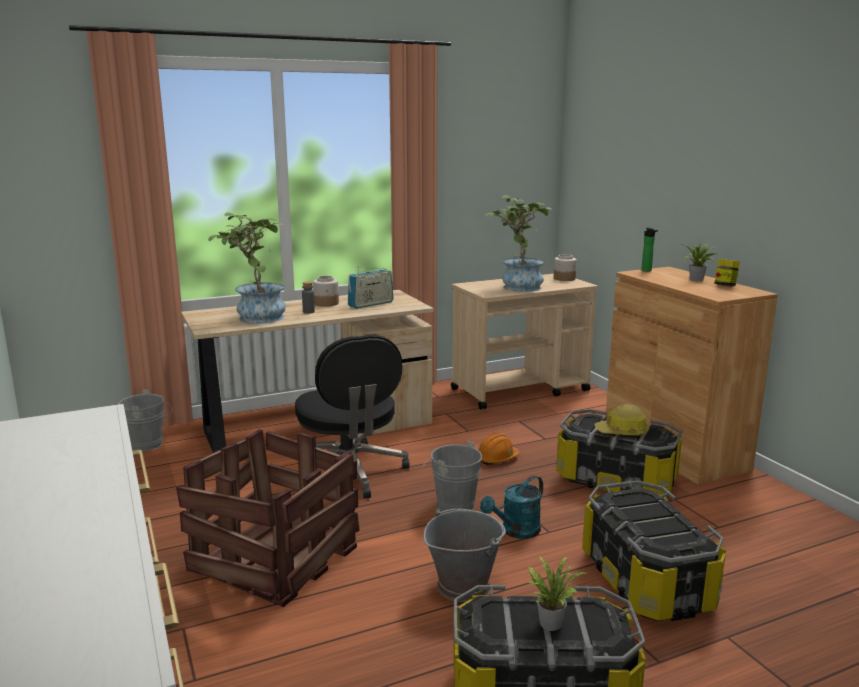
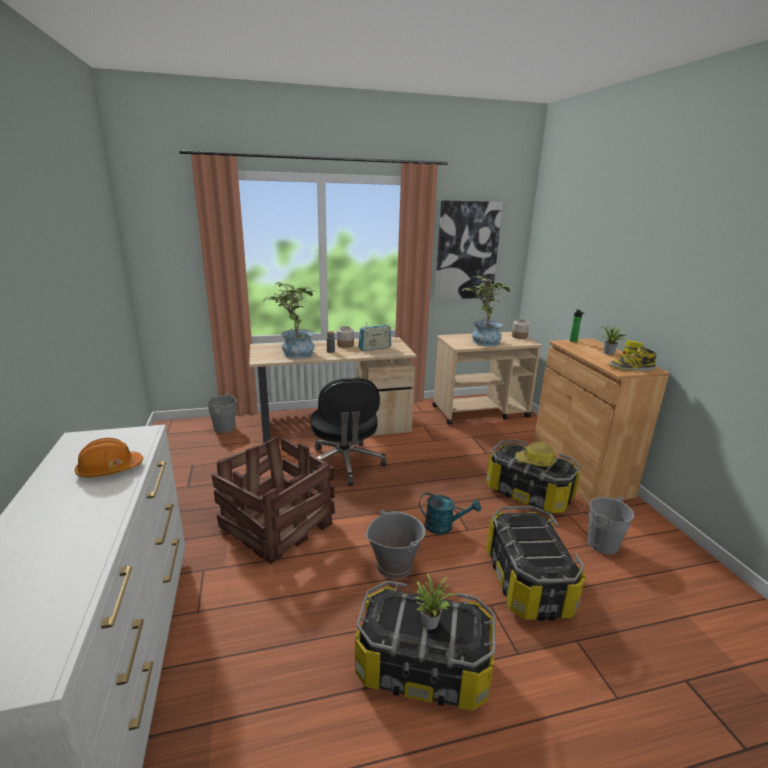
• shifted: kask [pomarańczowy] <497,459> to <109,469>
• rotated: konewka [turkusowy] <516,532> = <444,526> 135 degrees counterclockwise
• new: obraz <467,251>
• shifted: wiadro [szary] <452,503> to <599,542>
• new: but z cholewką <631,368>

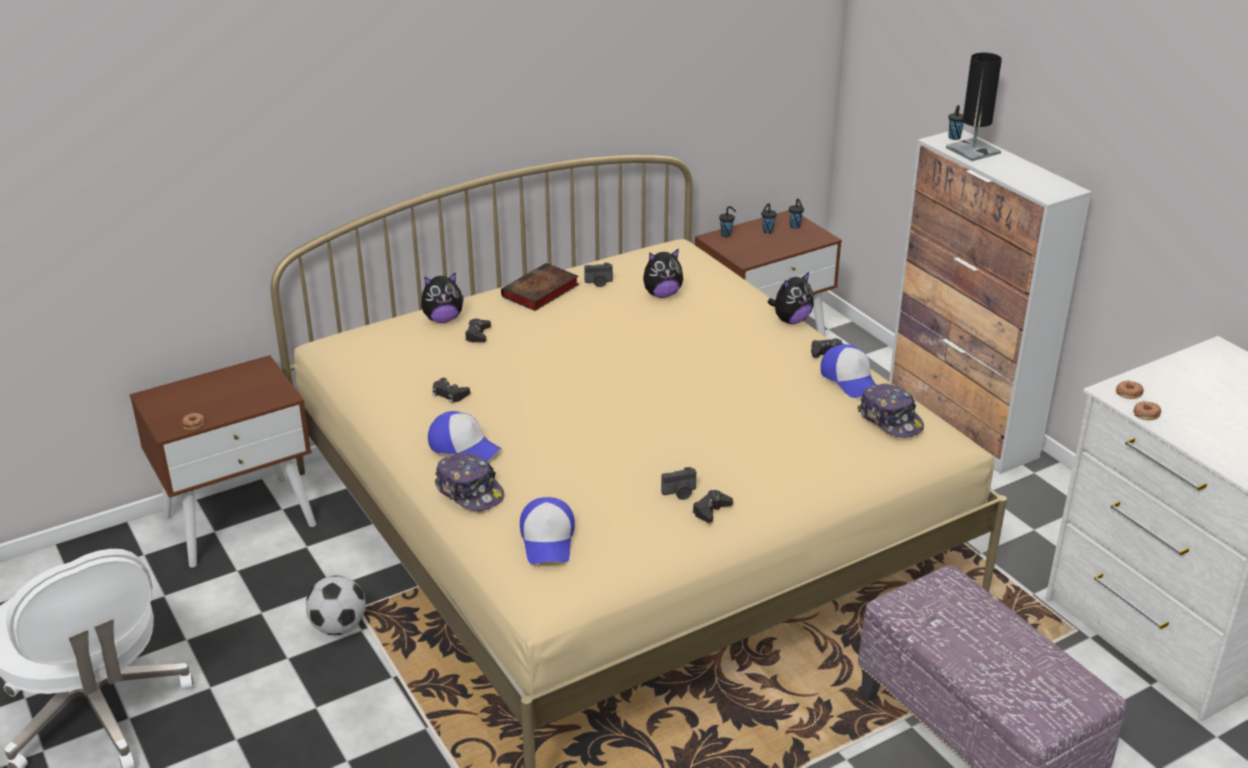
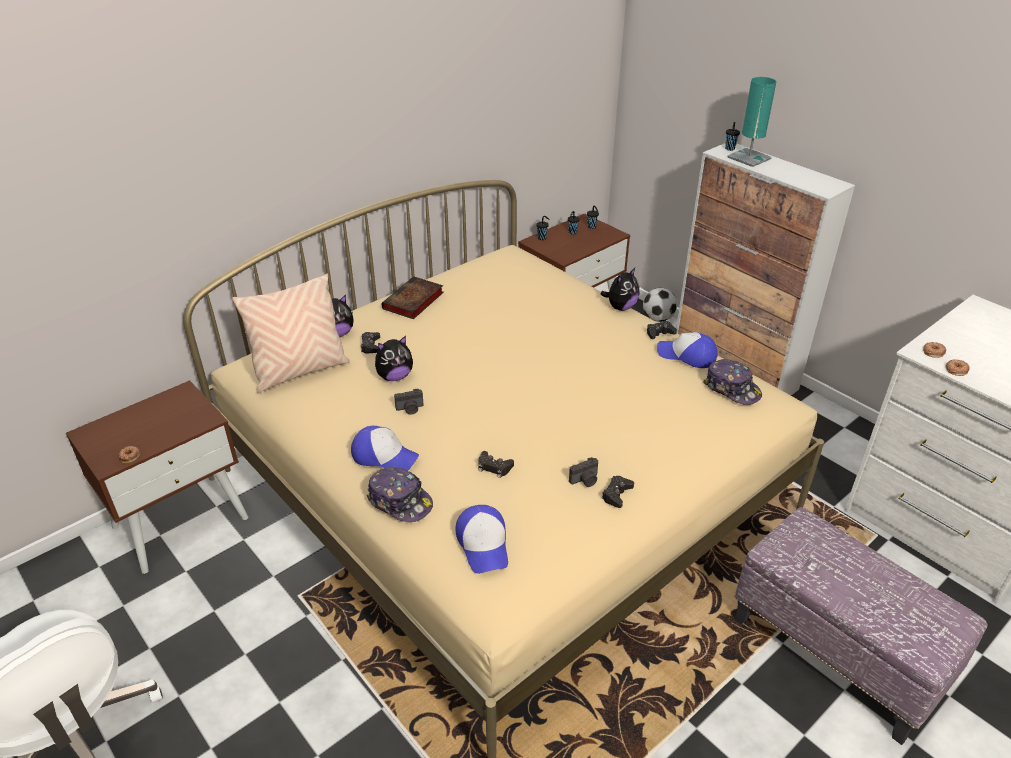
• new: poduszka [beżowy] <300,371>
• shifted: pluszak <662,294> to <394,376>
• shifted: aparat fotograficzny <599,283> to <410,409>
• shifted: pad do gier [czarny] <450,394> to <494,467>
• shifted: piłka futbolowa <339,627> to <658,318>
• rotated: czapka z daszkiem <850,379> = <687,355> 150 degrees clockwise
• repainted: lampa stołowa [czarny] <973,150> to lampa stołowa [turkusowy] <749,158>

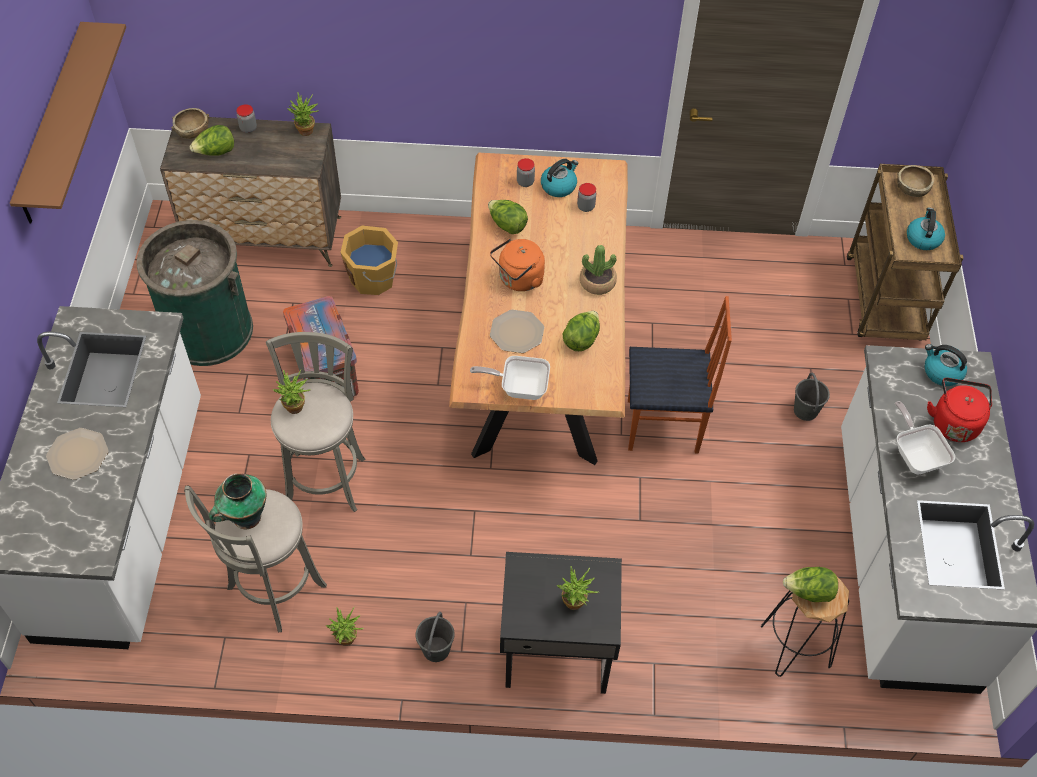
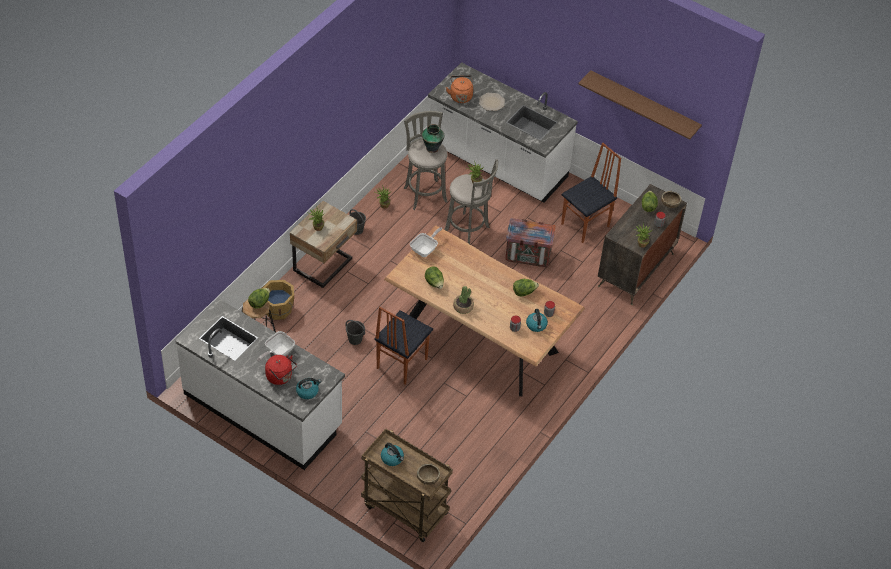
• rotated: patelnia <916,455> = <277,352> 120 degrees clockwise
• shifted: wiadro [pomarańczowy] <374,278> to <278,310>
• repainted: szafka nocna [czarny] <556,650> to szafka nocna [beżowy] <324,266>
• shifted: wiadro [szary] <805,411> to <355,339>
• shifted: czajnik [pomarańczowy] <518,280> to <460,96>
• swapped: kosz na śmieci [zielony] <208,330> to krzesło <586,225>
• gone: talerz <517,332>

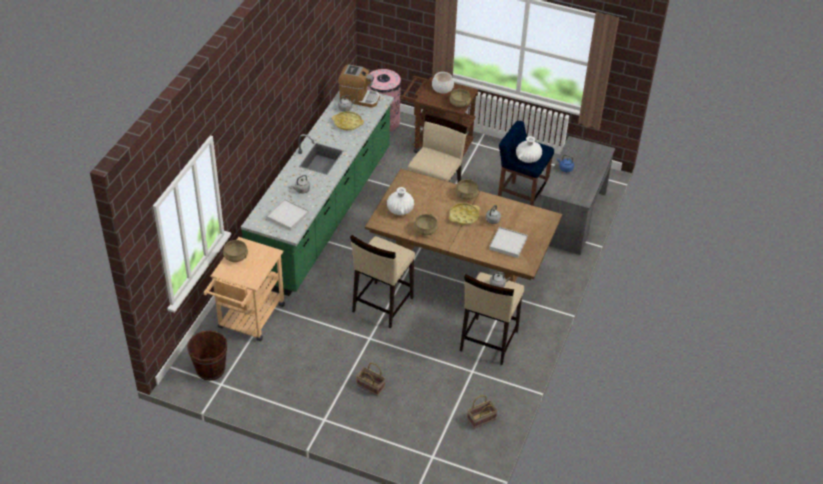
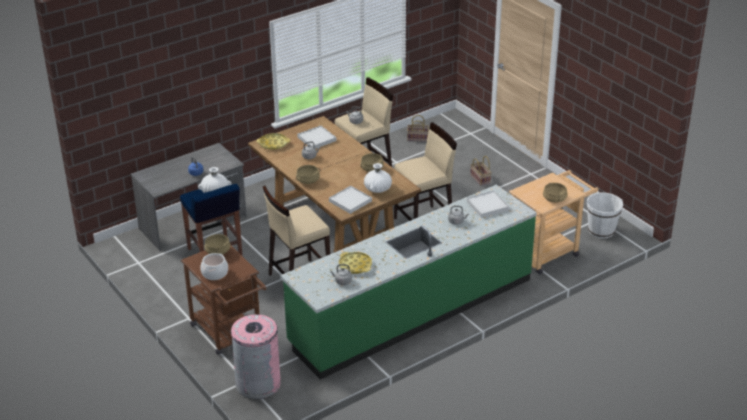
• shifted: taca [żółty] <463,216> to <273,144>
• new: taca [biały] <350,201>
• repainted: wiadro [brązowy] <210,369> to wiadro [biały] <601,230>
• gone: ekspres do kawy <359,98>

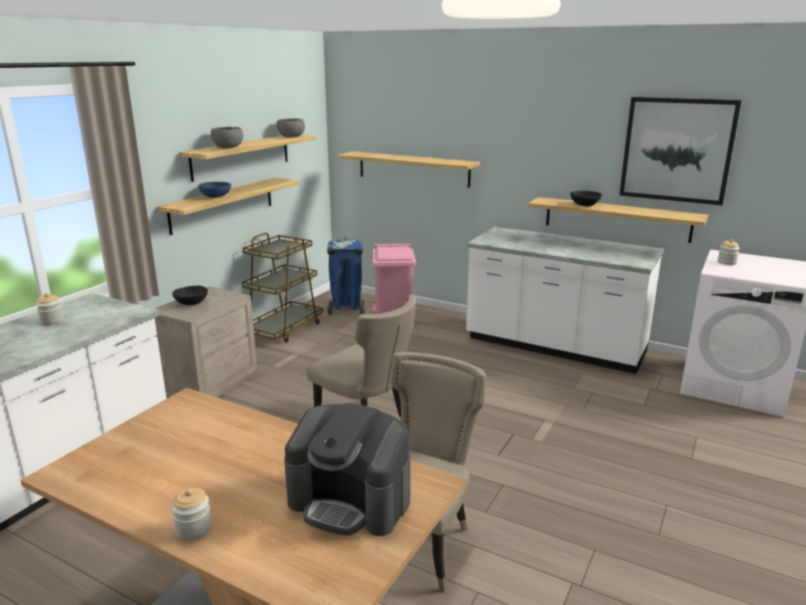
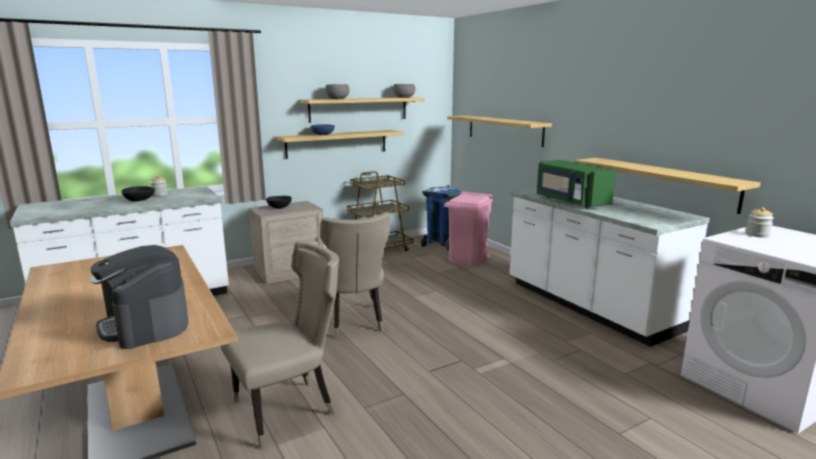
• shifted: miska [czarny] <585,205> to <139,200>
• new: mikrofalówka [zielony] <570,201>
• gone: słoik <193,529>
• gone: obraz <677,150>

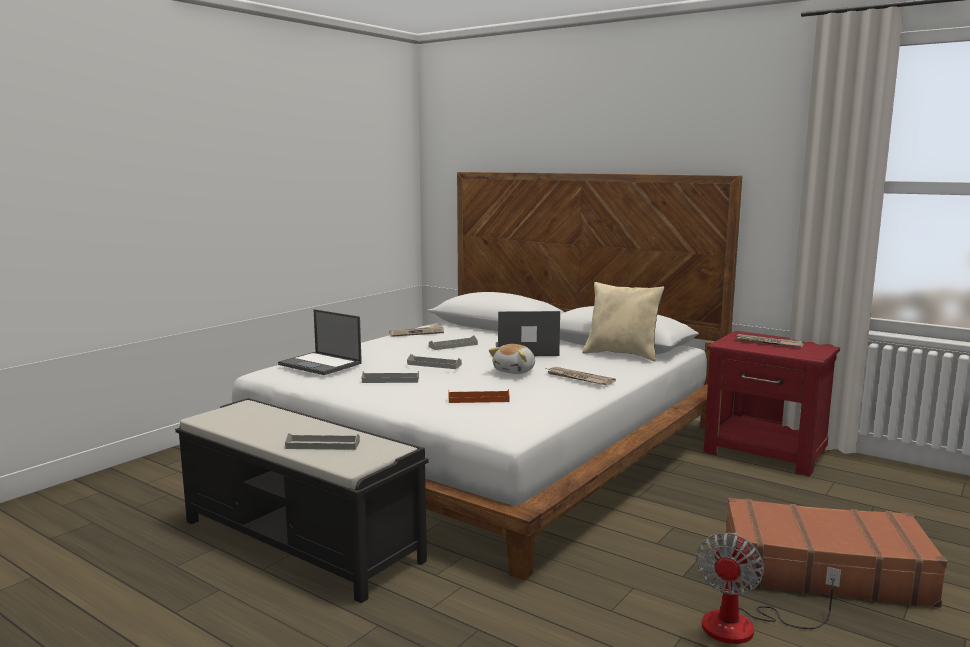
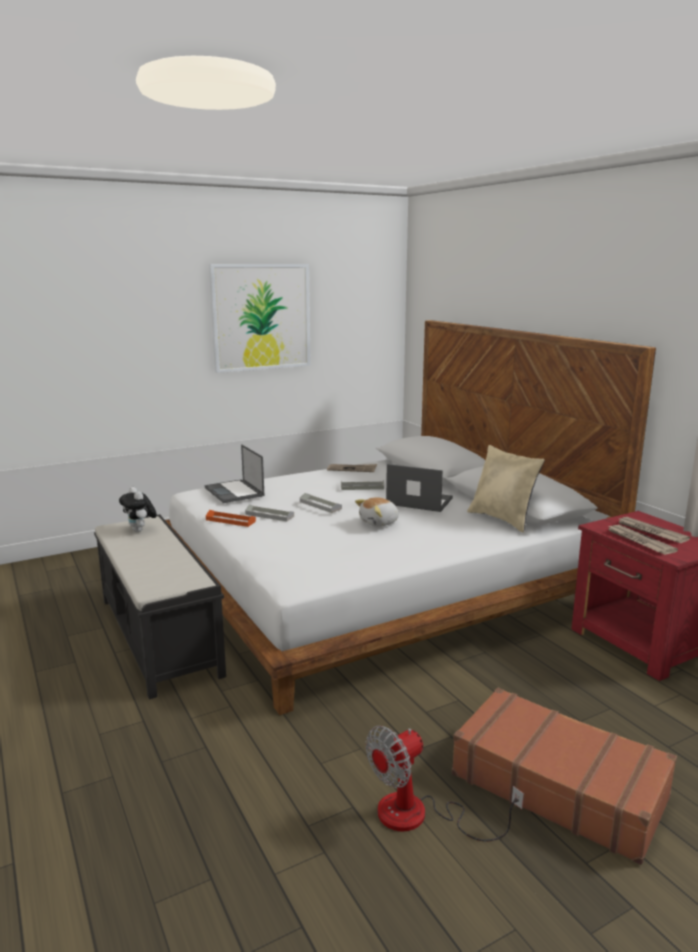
• new: pluszak <140,531>
• shifted: taca [pomarańczowy] <478,399> to <230,520>
• new: obraz <261,317>
• shifted: gazeta <579,378> to <639,541>
• gone: taca [szary] <323,445>

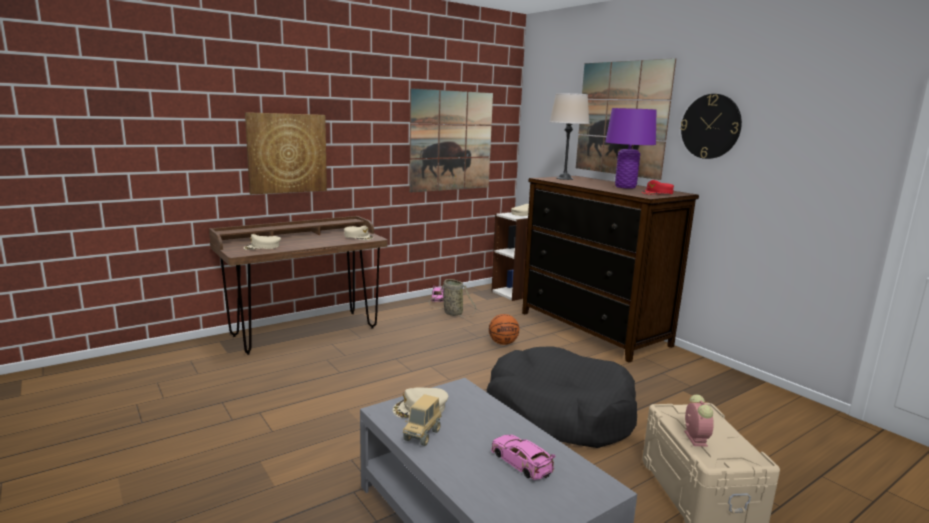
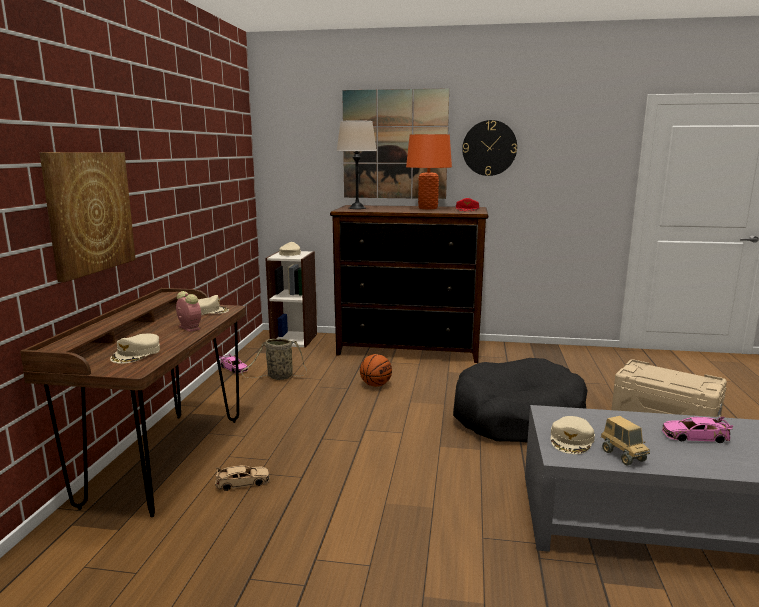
• shifted: budzik <694,438> to <188,328>
• new: samochodzik [beżowy] <242,482>
• repainted: lampa stołowa [fioletowy] <625,187> to lampa stołowa [pomarańczowy] <427,208>
• gone: obraz <451,141>

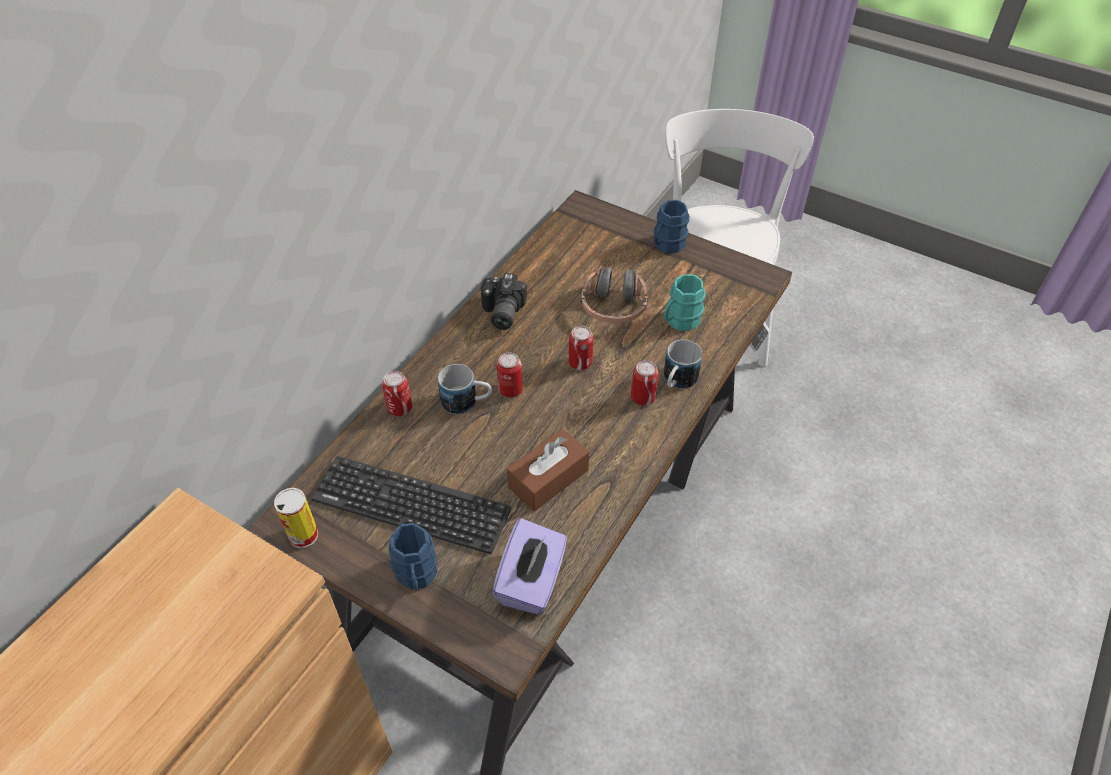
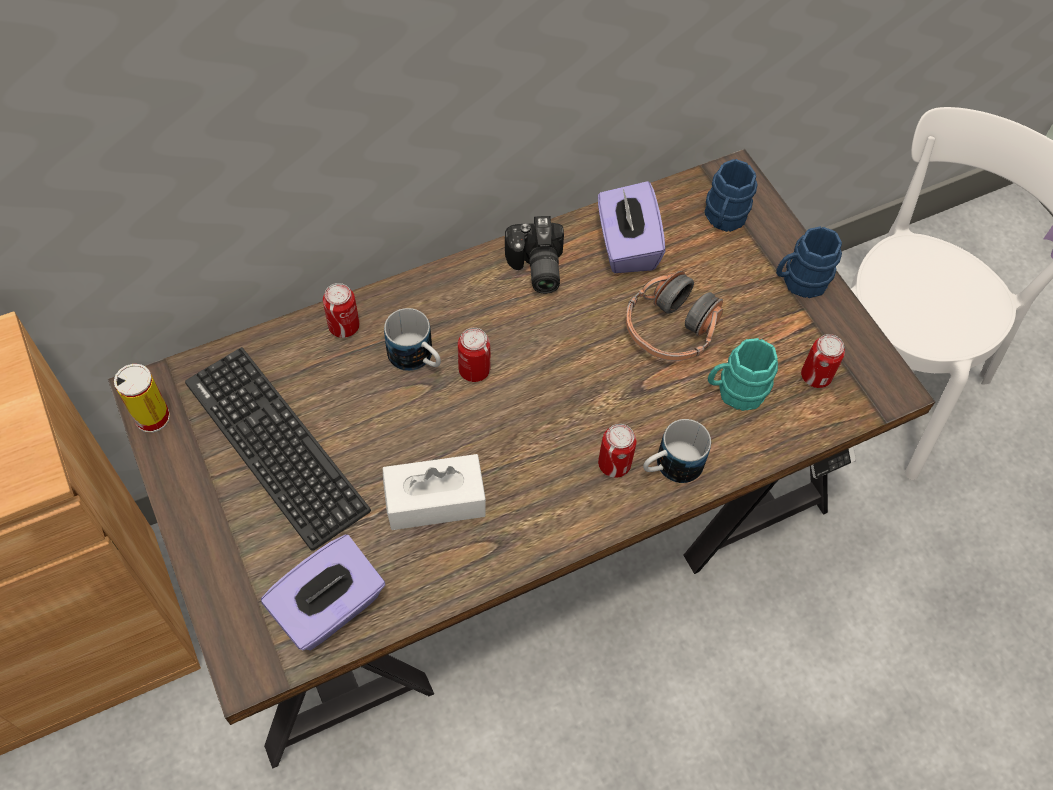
• repainted: pudełko chusteczek [brązowy] <548,478> to pudełko chusteczek [biały] <435,501>
• rotated: aparat fotograficzny <501,313> = <535,268> 45 degrees counterclockwise
• new: pudełko chusteczek [fioletowy] <626,246>
• shifted: kubek [niebieski] <416,576> to <723,218>
• shifted: puszka <580,362> to <816,376>

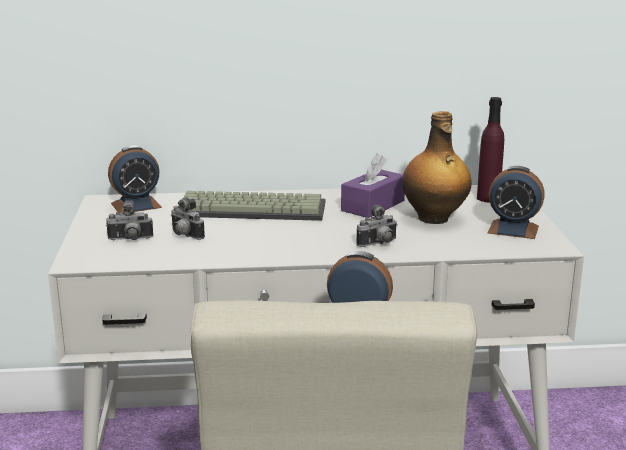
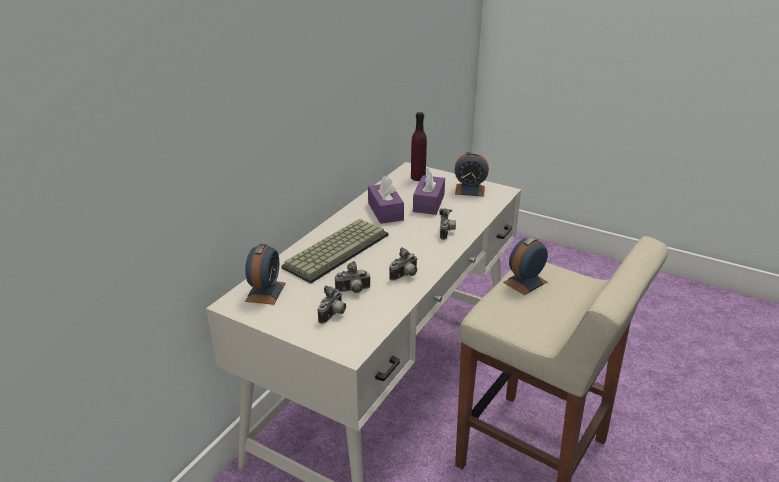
• new: aparat fotograficzny <405,276>
• swapped: butelka <434,219> to pudełko chusteczek [fioletowy] <429,203>
• rotated: budzik <513,229> = <470,190> 45 degrees clockwise

